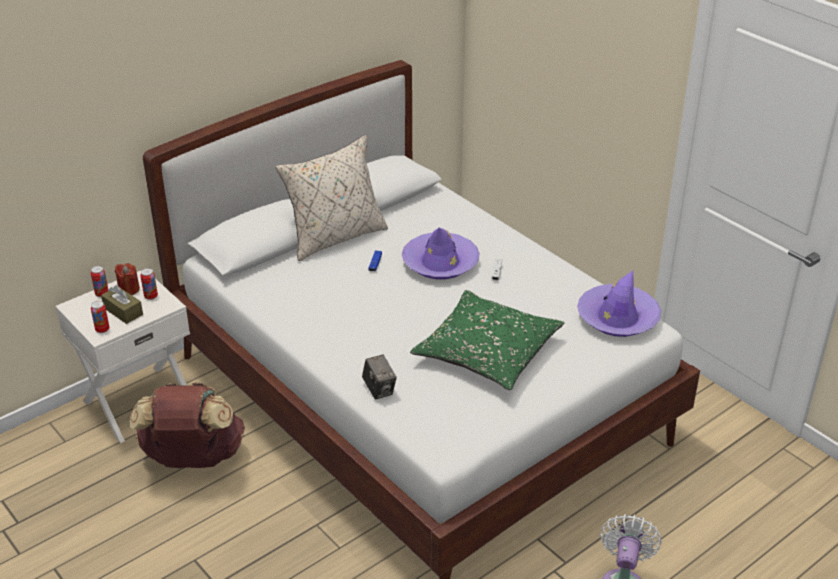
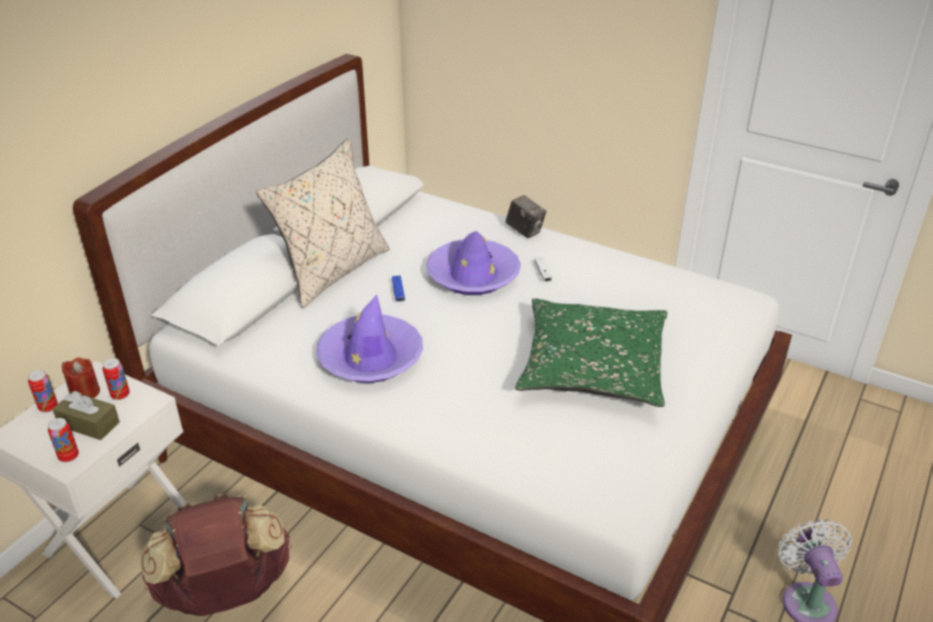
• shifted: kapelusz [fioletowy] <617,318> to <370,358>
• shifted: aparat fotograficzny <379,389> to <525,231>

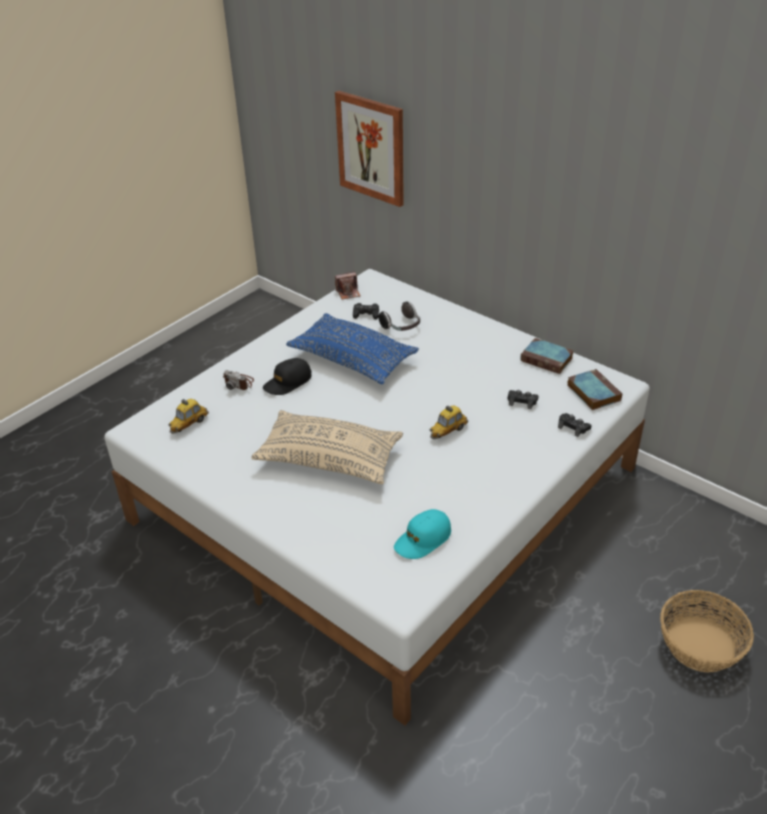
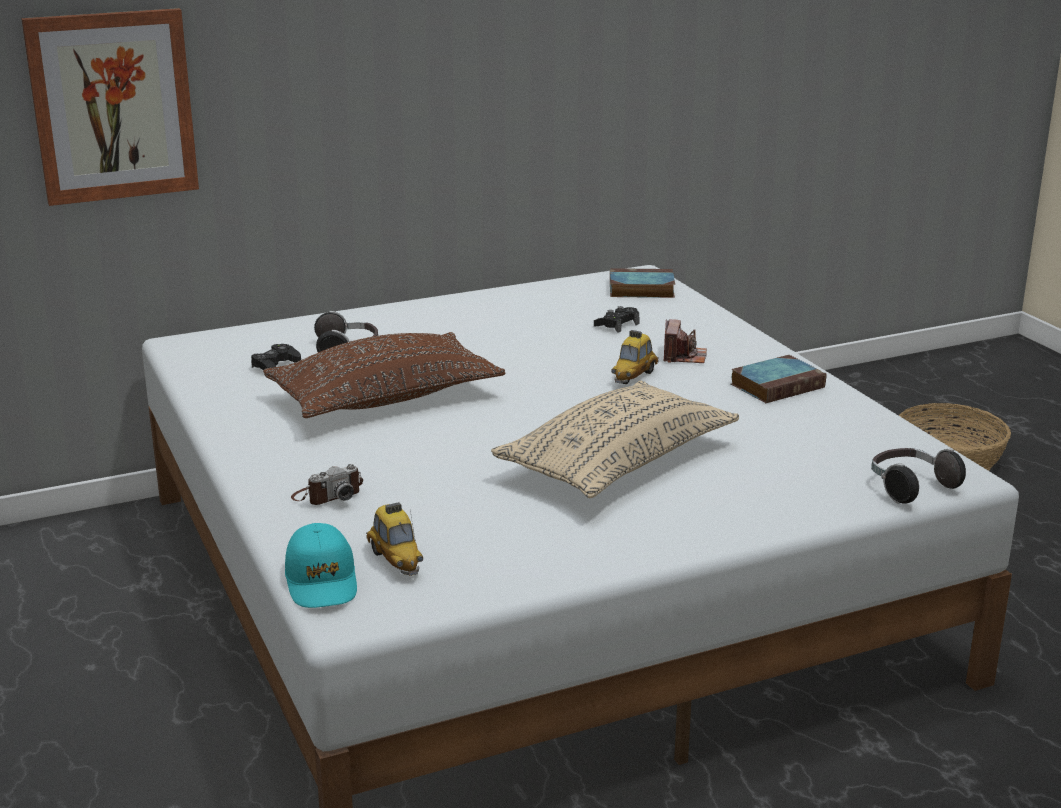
• repainted: poduszka [niebieski] <353,359> to poduszka [brązowy] <385,398>
• shifted: czapka z daszkiem [turkusowy] <423,539> to <322,581>
• rotated: samochodzik <448,431> = <633,376> 45 degrees clockwise
• shifted: aparat fotograficzny <348,293> to <683,356>
• shifted: książka <547,359> to <778,385>
• new: słuchawki <910,487>
• gone: czapka z daszkiem [czarny] <287,382>
• gone: pad do gier [czarny] <573,427>

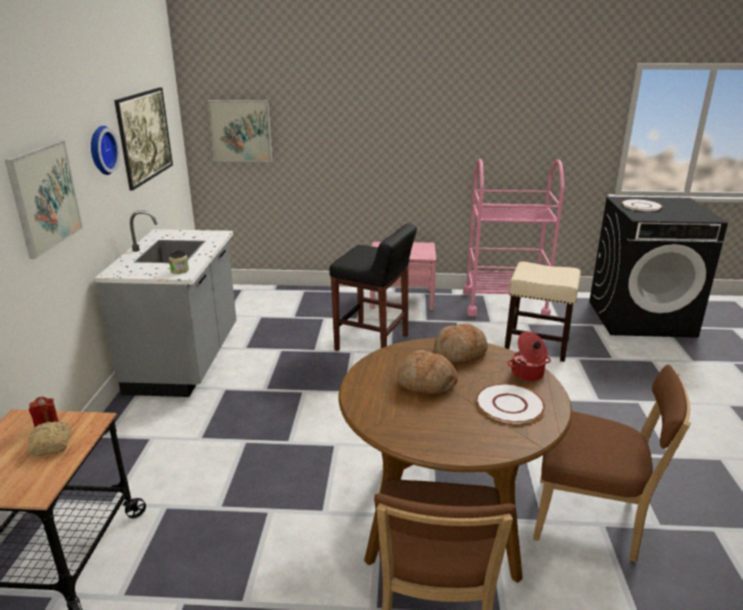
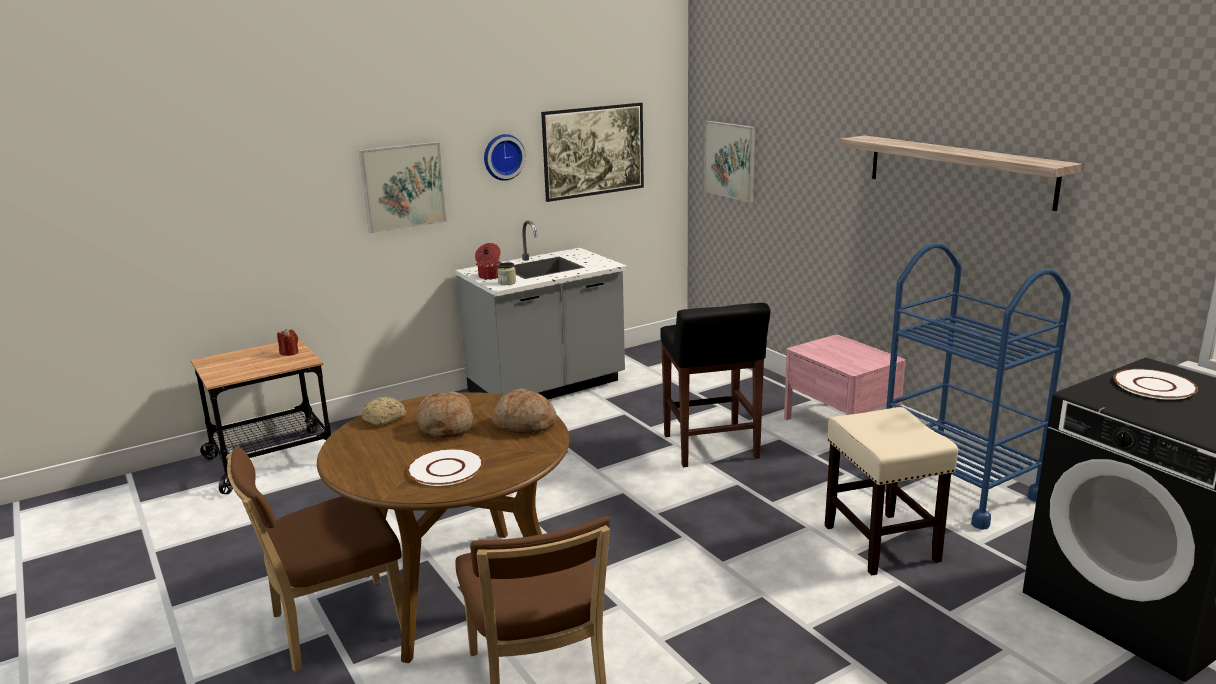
• shifted: chleb <51,446> to <383,419>
• shifted: garnek <527,374> to <490,276>
• new: półka <958,170>
• repainted: wózek [różowy] <504,304> to wózek [niebieski] <958,487>

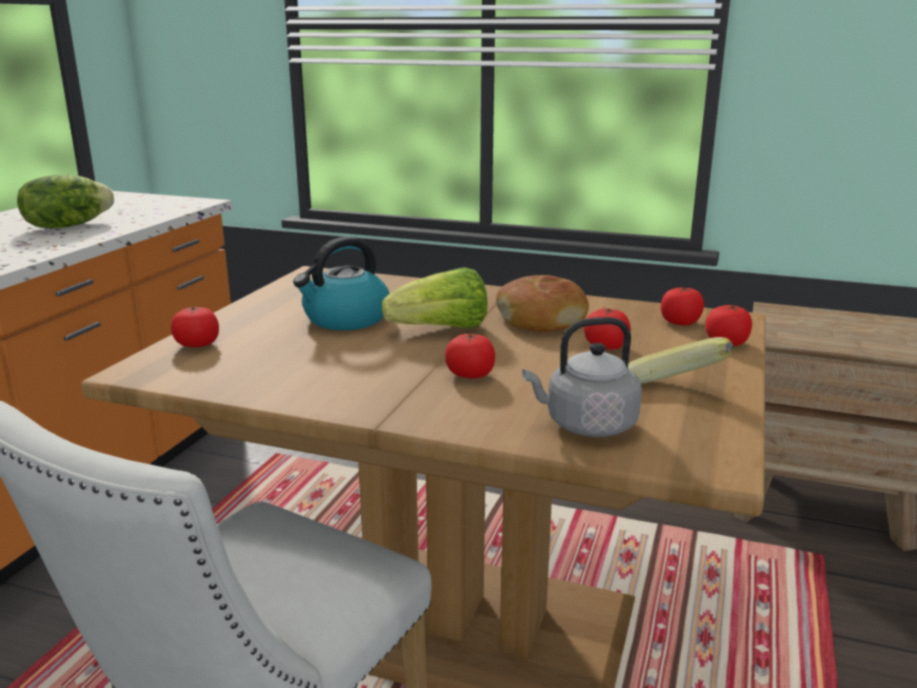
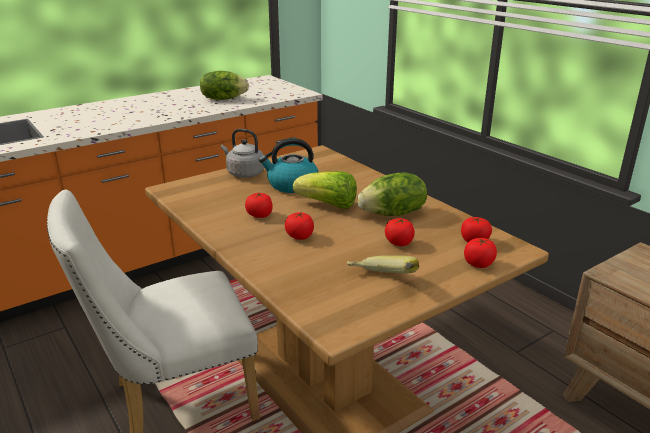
• shifted: czajnik [szary] <586,425> to <244,173>
• shifted: pomidor <197,345> to <259,215>
• swapped: chleb <542,318> to sałata <393,214>

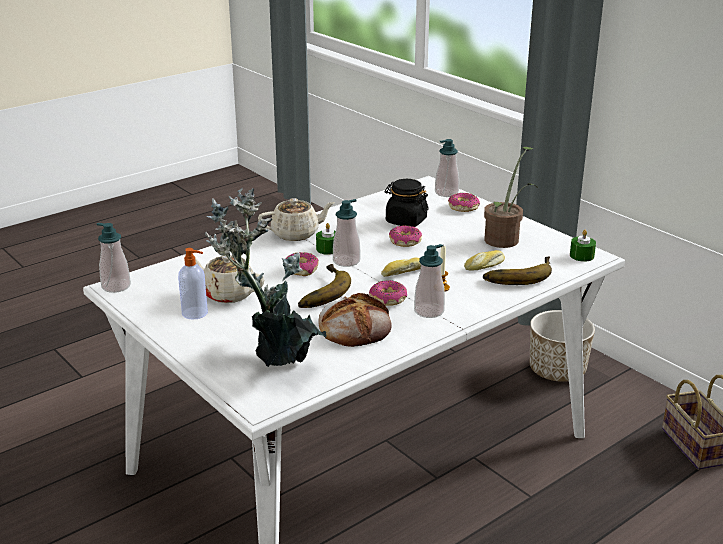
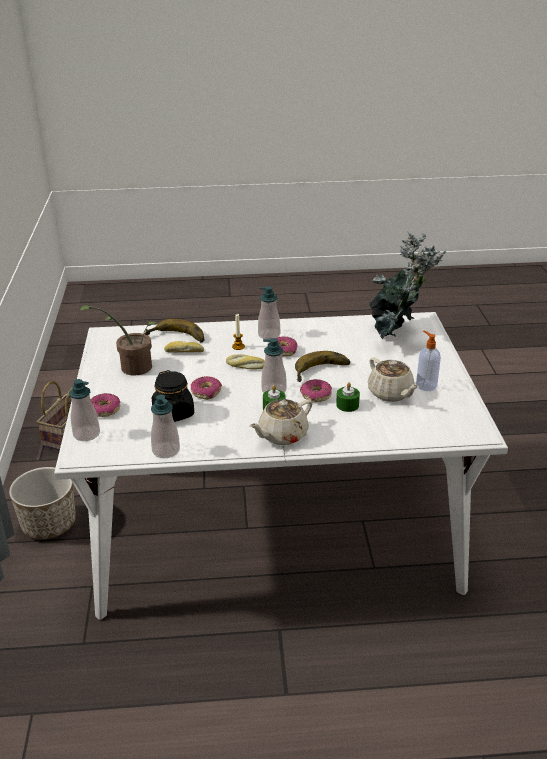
• shifted: dozownik mydła <116,286> to <166,451>
• rotated: imbryk [beżowy] <296,234> = <282,435> 60 degrees counterclockwise
• shifted: świeca [zielony] <581,256> to <347,405>
• gone: chleb <355,326>

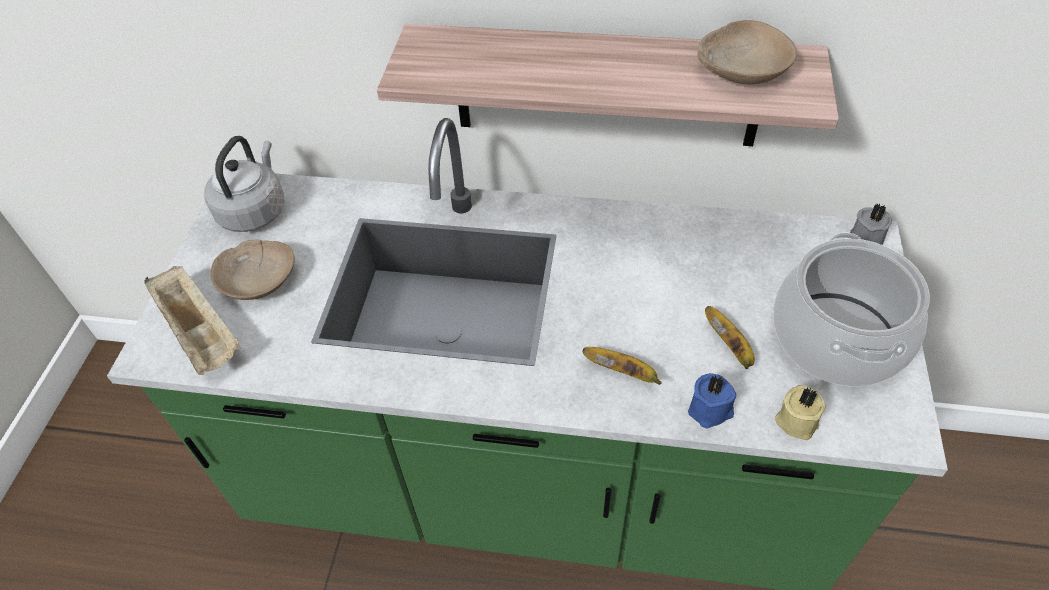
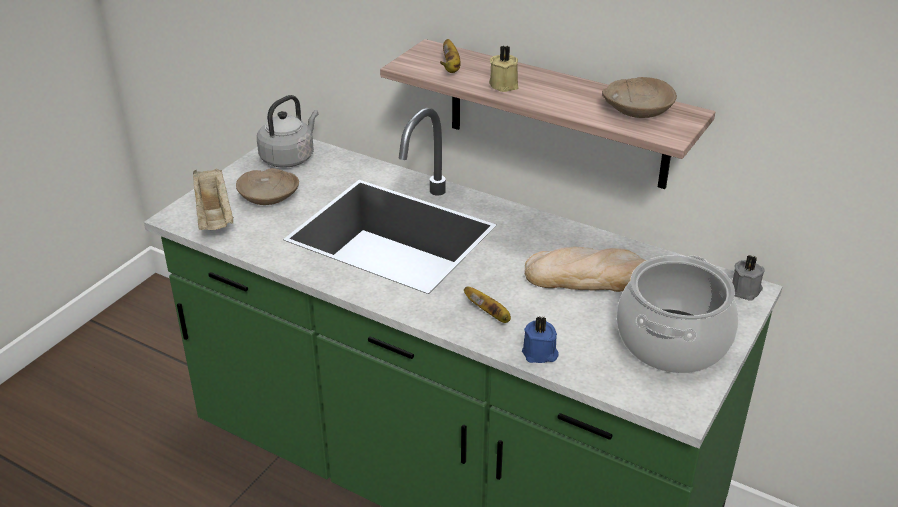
• shifted: banan <730,347> to <450,67>
• shifted: świeca [beżowy] <796,420> to <504,84>
• new: chleb <589,276>

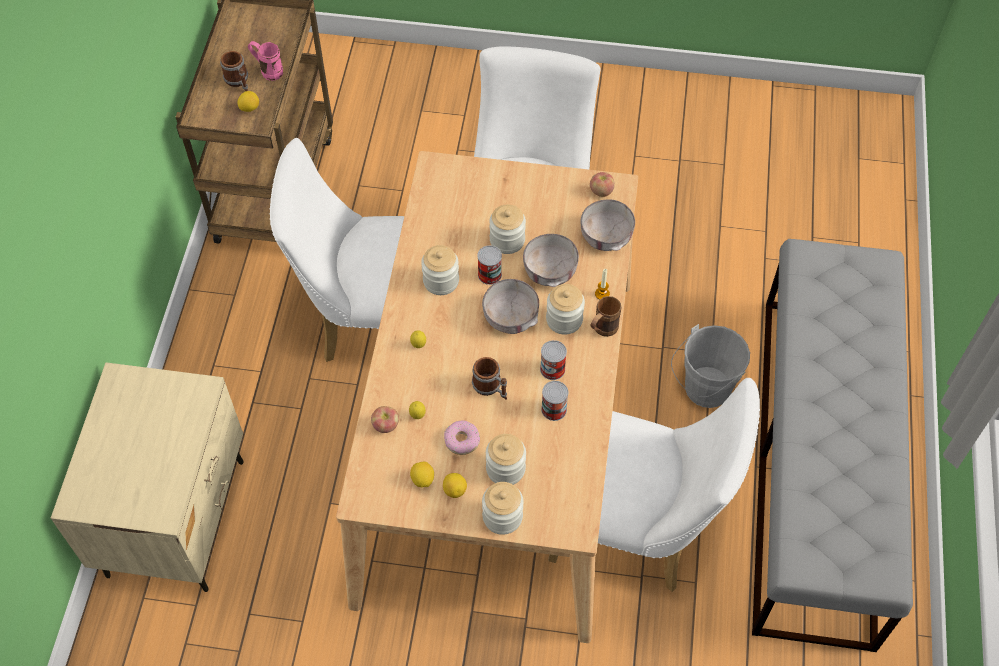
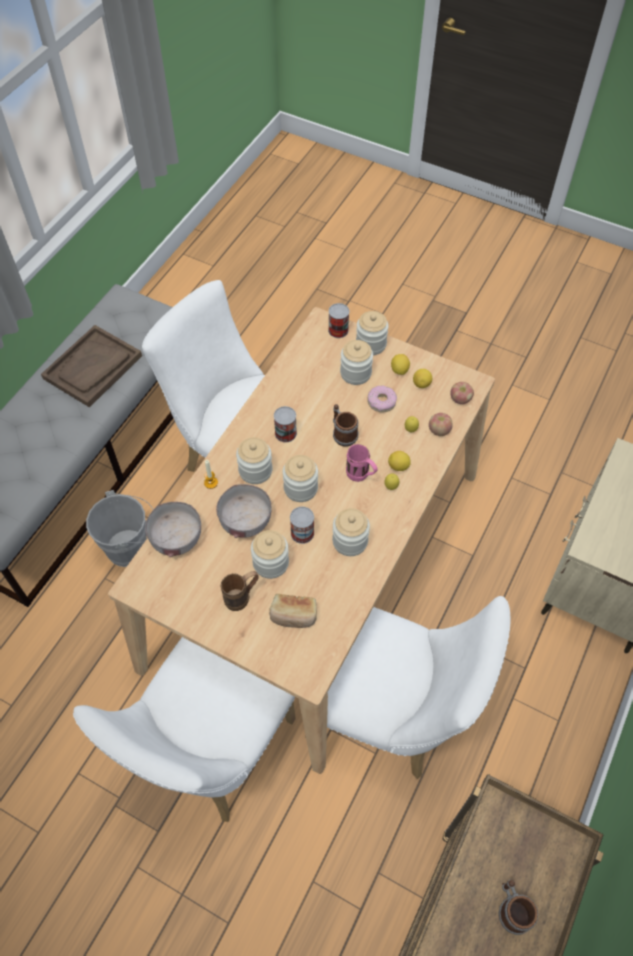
• new: taca [brązowy] <93,367>
• shifted: kubek [brązowy] <602,331> to <242,597>
• new: chleb <293,616>
• swapped: miska [szary] <510,316> to słoik <300,488>
• shifted: puszka <554,409> to <338,330>
• shifted: kubek [różowy] <268,71> to <361,476>
• shifted: cytryna <249,108> to <398,466>
• shifted: jabłko <601,191> to <460,399>

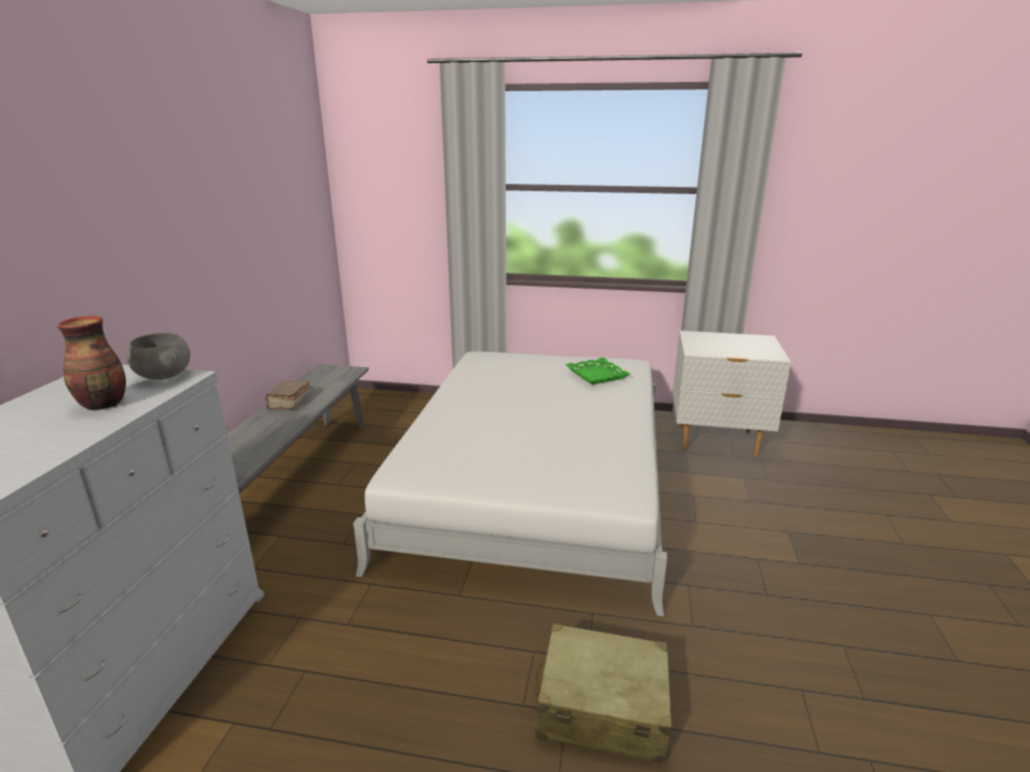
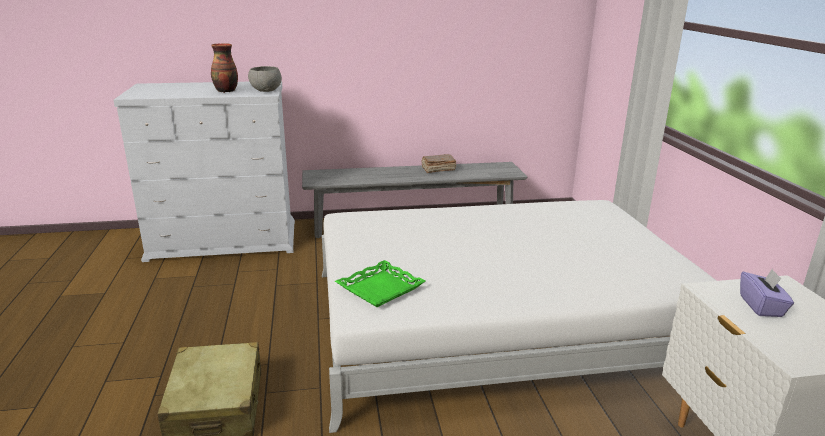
• shifted: taca [zielony] <596,375> to <380,288>
• new: pudełko chusteczek [fioletowy] <761,306>

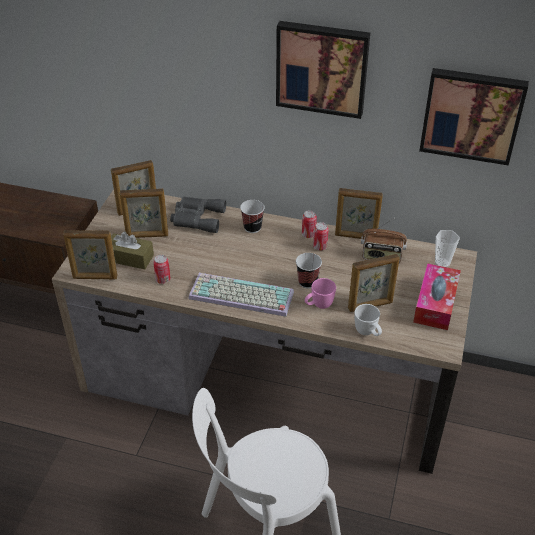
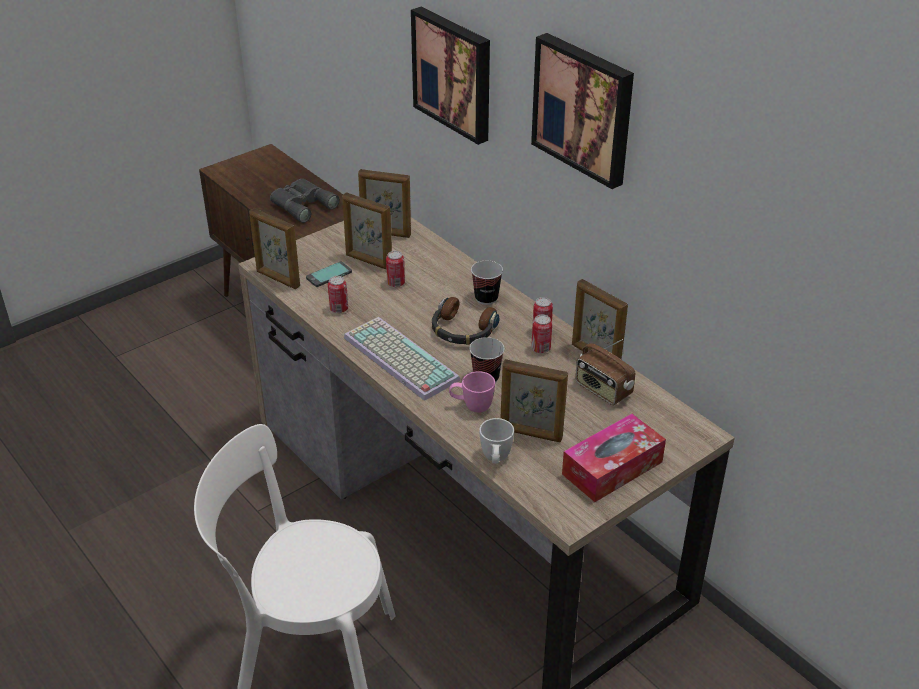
• shifted: lornetka [szary] <196,218> to <302,204>
• swapped: pudełko chusteczek [brązowy] <130,258> to telefon <329,275>
• new: puszka <396,283>
• shifted: obraz <472,114> to <454,73>
• new: słuchawki <462,330>
• gone: filiżanka <442,263>

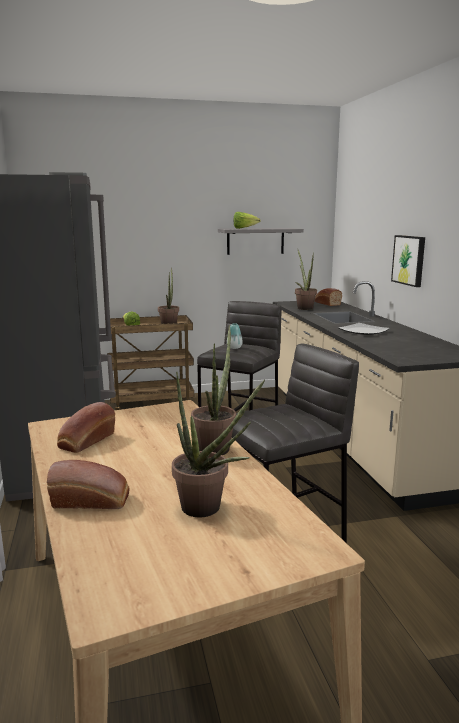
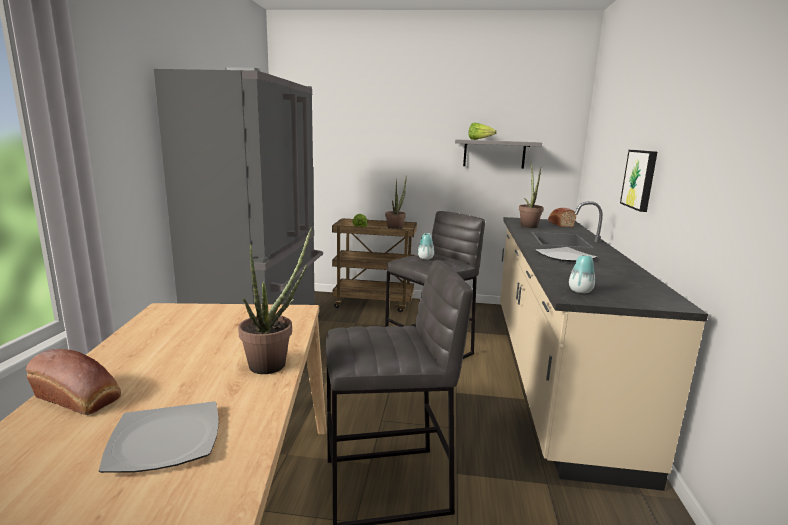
• swapped: roślina doniczkowa <208,509> to talerz <163,440>
• new: wazon <580,291>
• gone: chleb <85,441>

